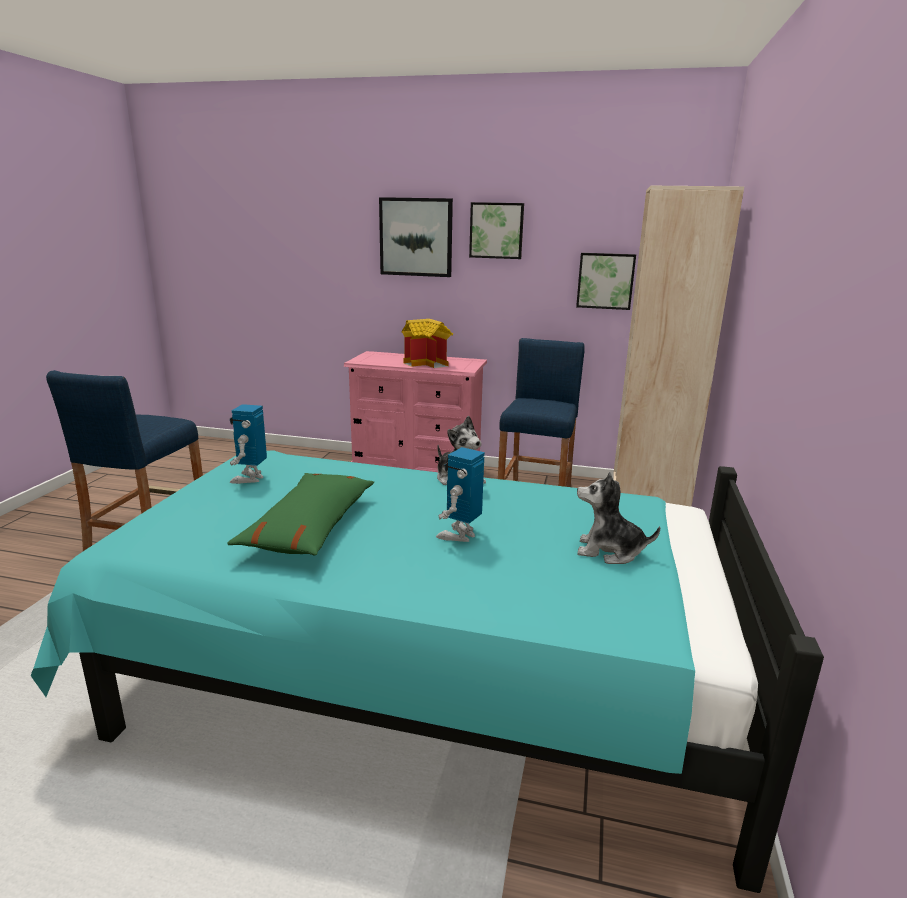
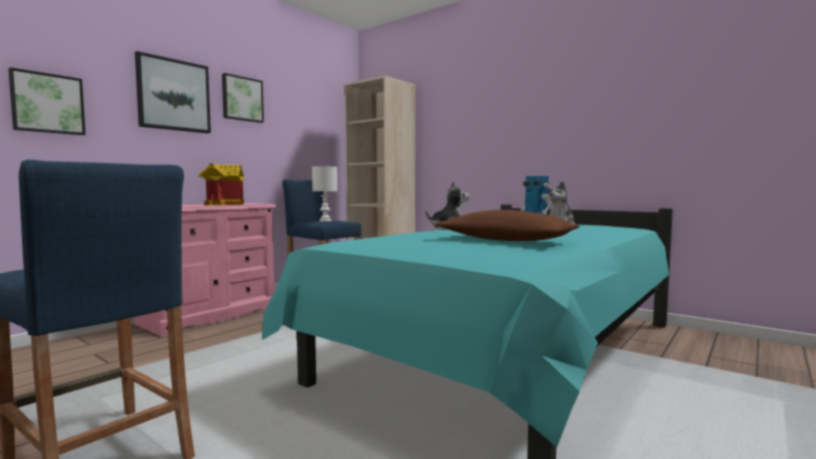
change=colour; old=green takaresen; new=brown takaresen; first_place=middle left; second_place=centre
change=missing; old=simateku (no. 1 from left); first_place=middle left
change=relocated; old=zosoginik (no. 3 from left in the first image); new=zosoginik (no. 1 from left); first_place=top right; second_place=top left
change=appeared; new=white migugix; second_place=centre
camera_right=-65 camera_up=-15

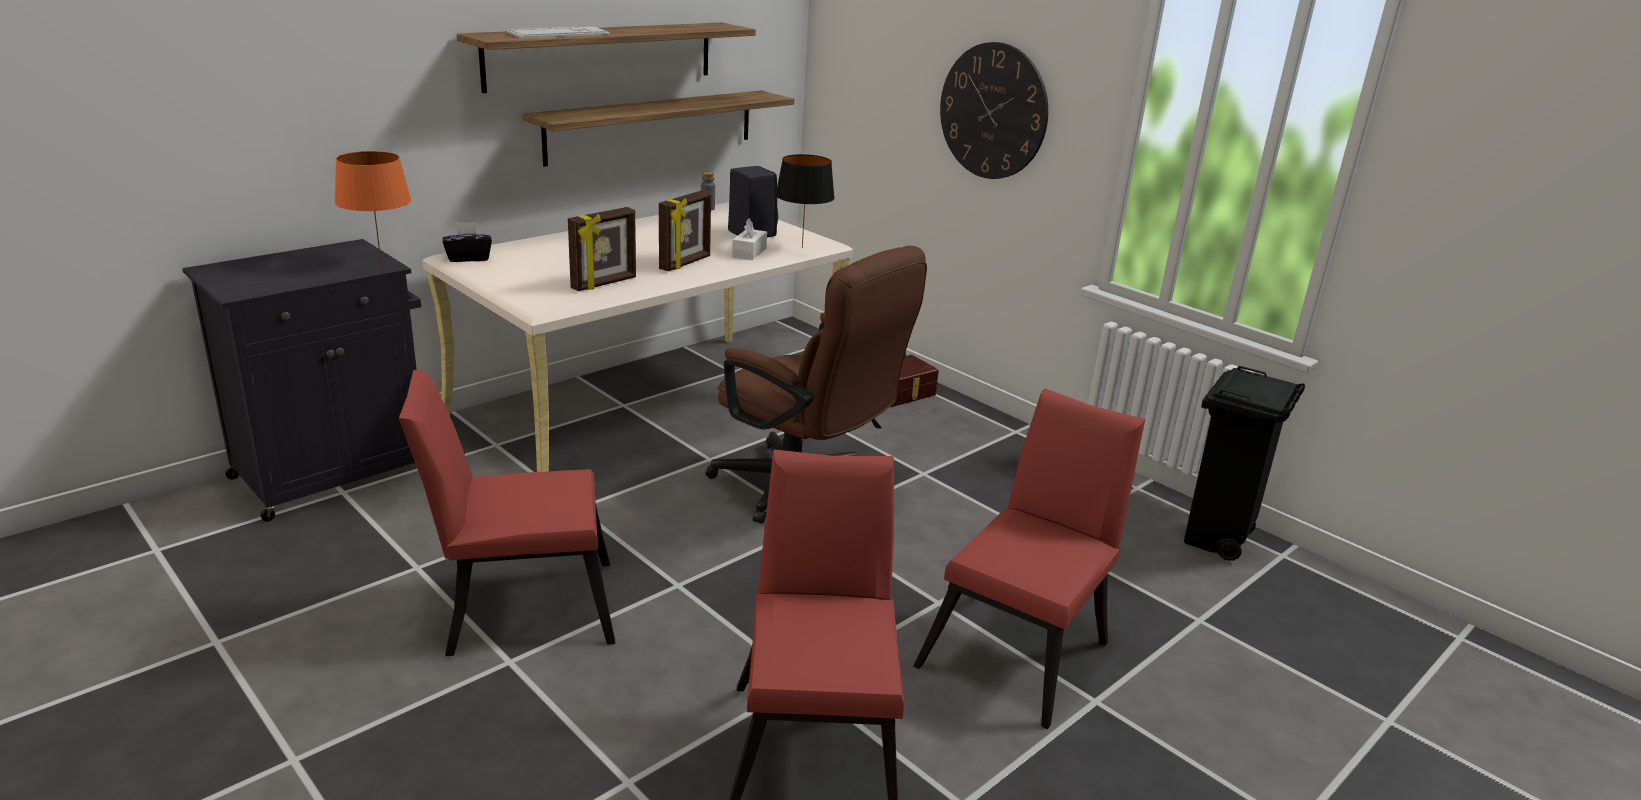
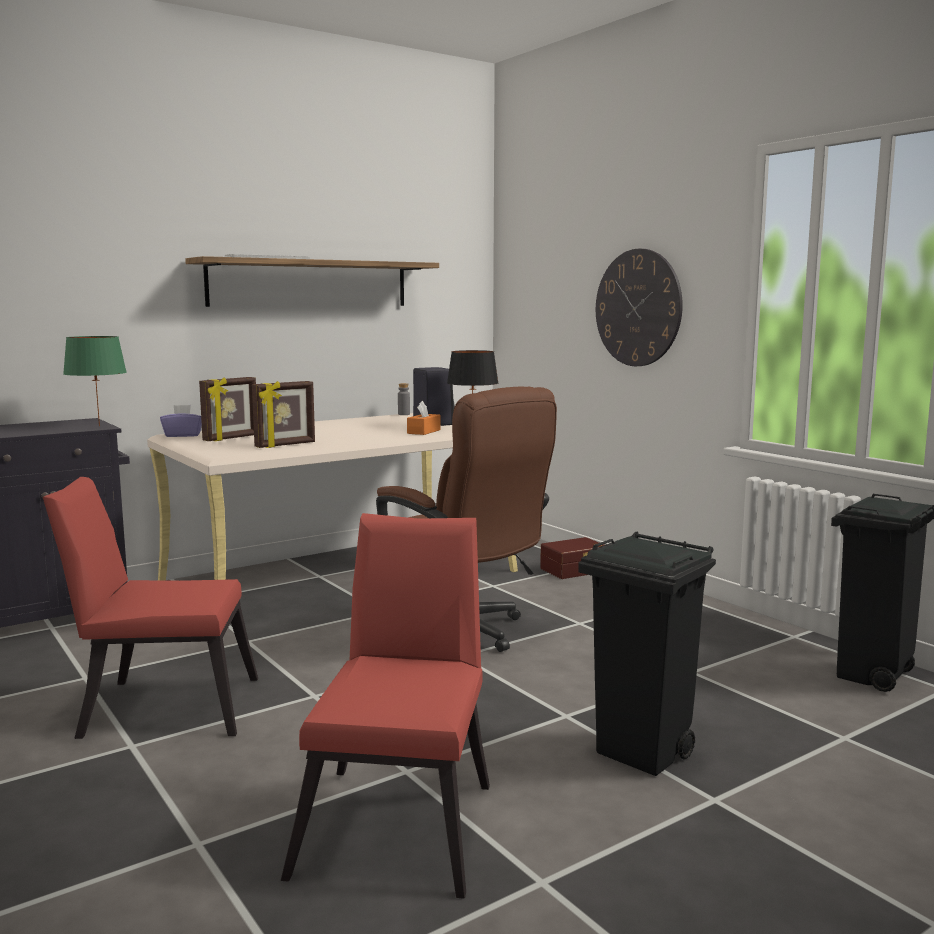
change=colour; old=orange migugix; new=green migugix; first_place=top left; second_place=middle left
change=colour; old=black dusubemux; new=purple dusubemux; first_place=top left; second_place=middle left
change=missing; old=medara (no. 2 from left); first_place=top centre
change=relocated; old=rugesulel (no. 2 from left in the first image); new=rugesulel (no. 1 from left); first_place=top centre; second_place=middle left
change=colour; old=white dusubemux; new=orange dusubemux; first_place=top centre; second_place=centre
change=exchanged; old=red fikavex (no. 3 from left); new=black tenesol (no. 1 from left); first_place=bottom centre; second_place=bottom right
camera_right=10 camera_up=-15

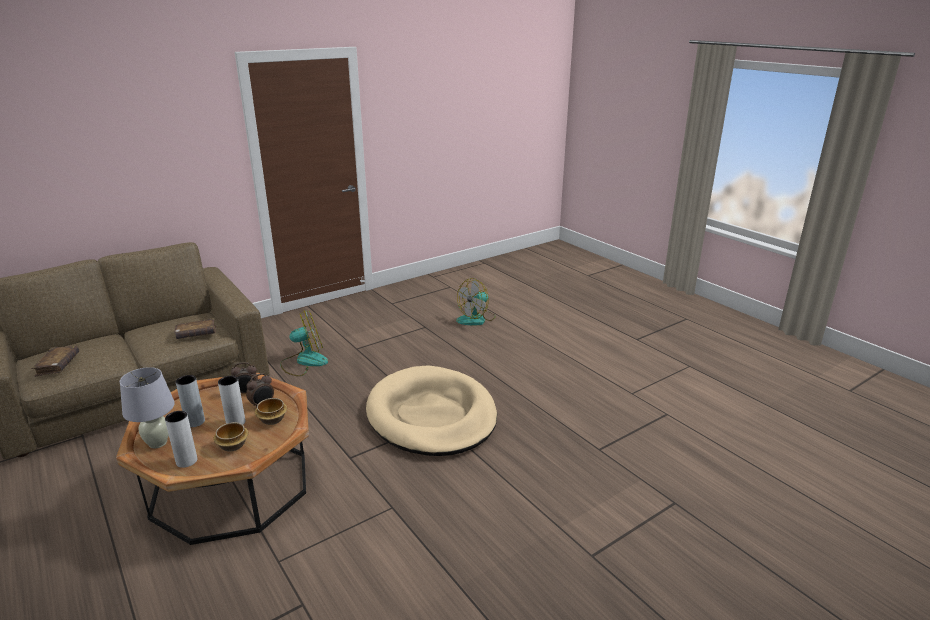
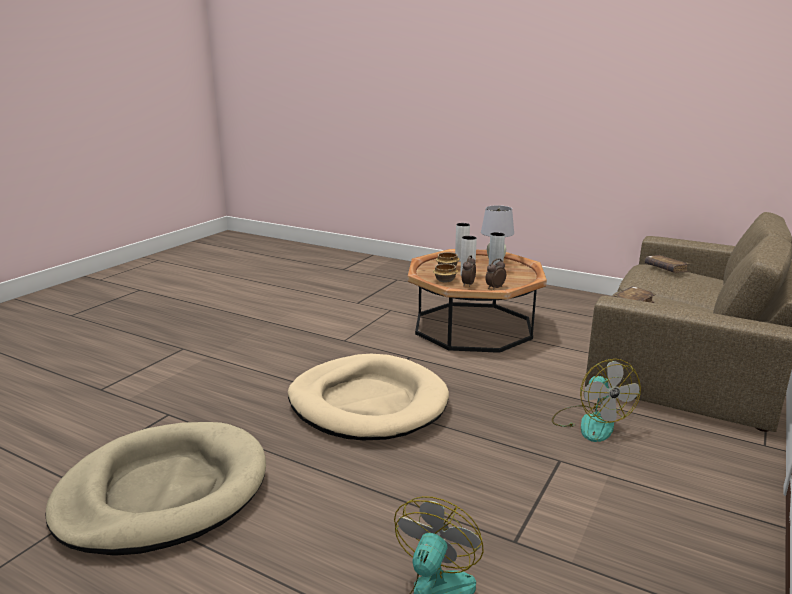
change=spun; old=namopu (no. 1 from left in the first image); first_place=middle left; second_place=bottom right; degrees=-60
change=appeared; new=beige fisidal (no. 1 from left); second_place=bottom left
camera_right=155 camera_up=-5

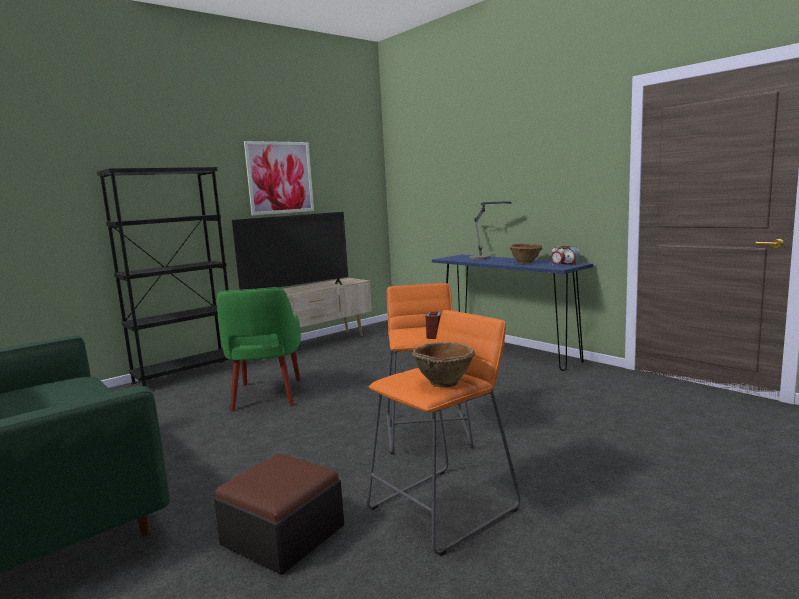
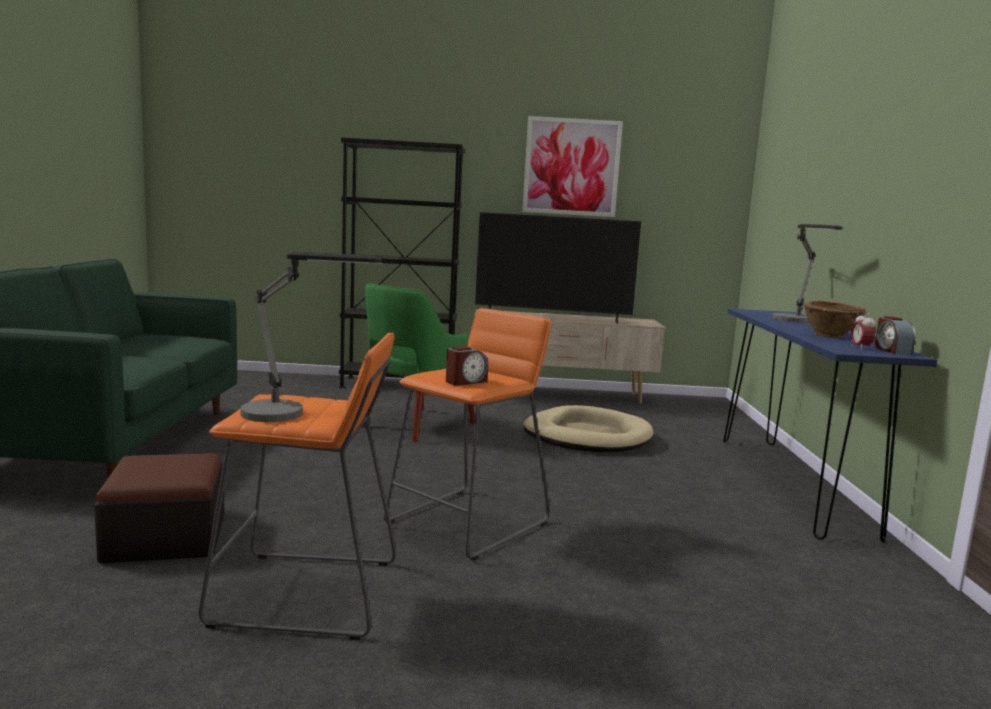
change=exchanged; old=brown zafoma (no. 1 from left); new=migugix (no. 1 from left); first_place=centre; second_place=middle left
change=appeared; new=beige fisidal; second_place=centre
camera_right=40 camera_up=0

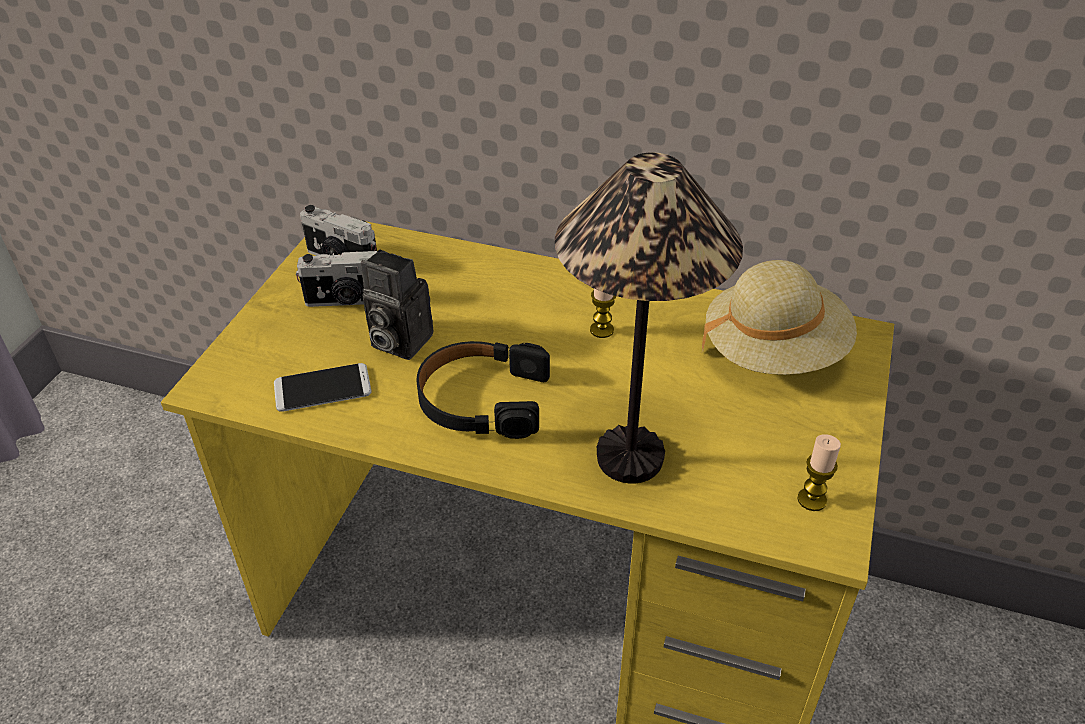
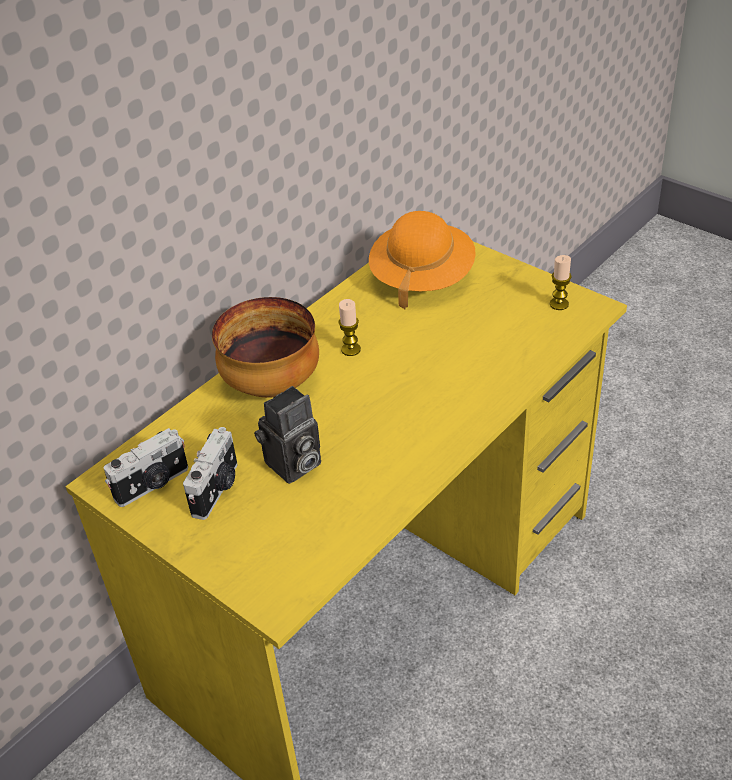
change=missing; old=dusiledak; first_place=middle left
change=missing; old=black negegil; first_place=centre
change=missing; old=migugix; first_place=centre
change=colour; old=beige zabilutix; new=orange zabilutix; first_place=middle right; second_place=centre
change=appeared; new=zafoma; second_place=centre
camera_right=-65 camera_up=0

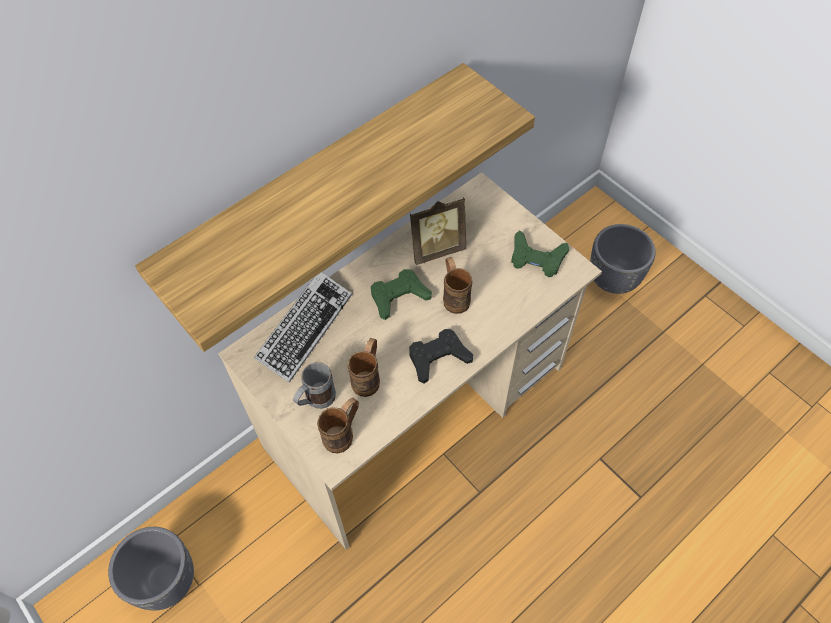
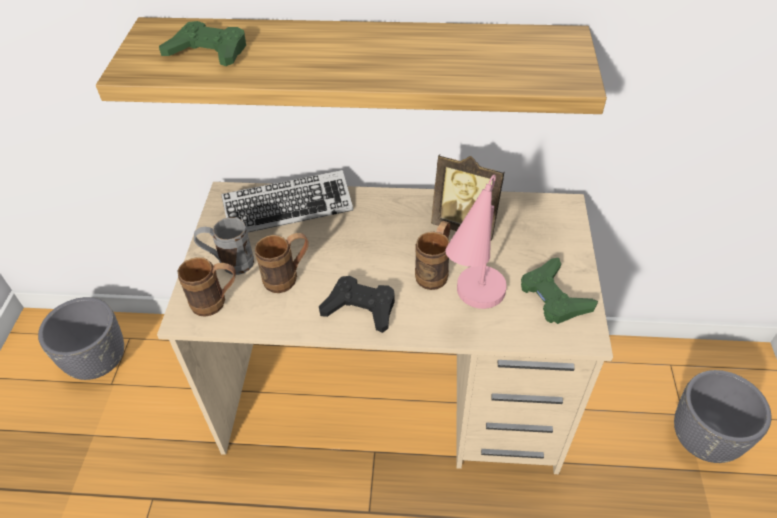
change=relocated; old=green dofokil (no. 1 from left); first_place=centre; second_place=top left
change=appeared; new=pink migugix; second_place=centre
camera_right=45 camera_up=-10

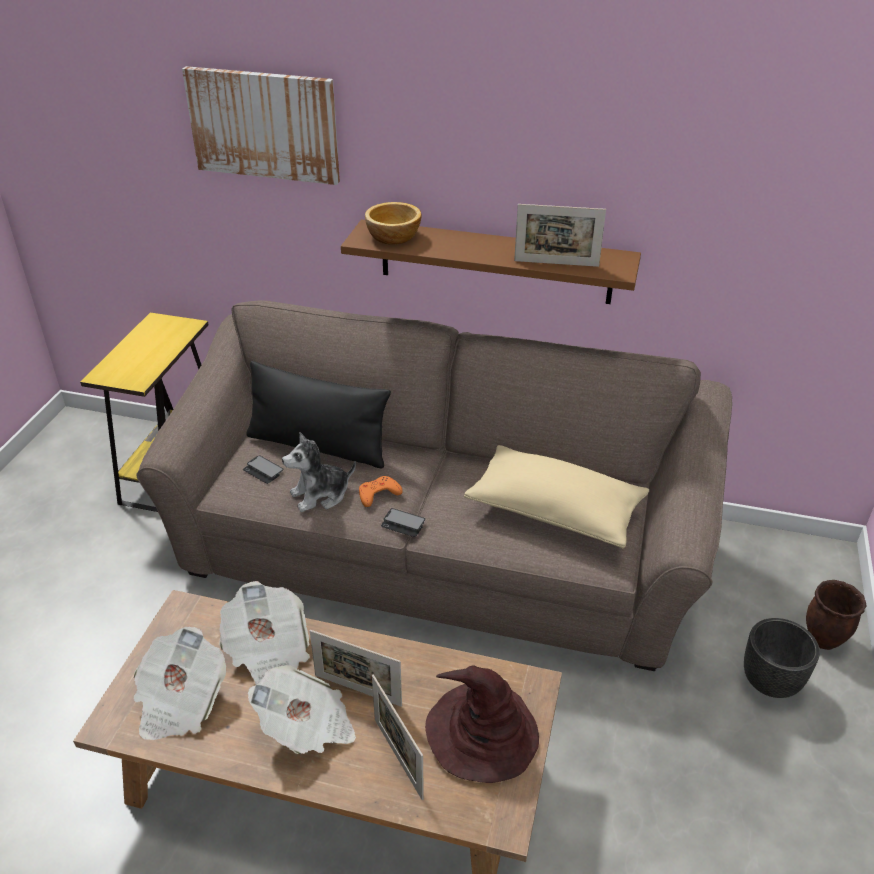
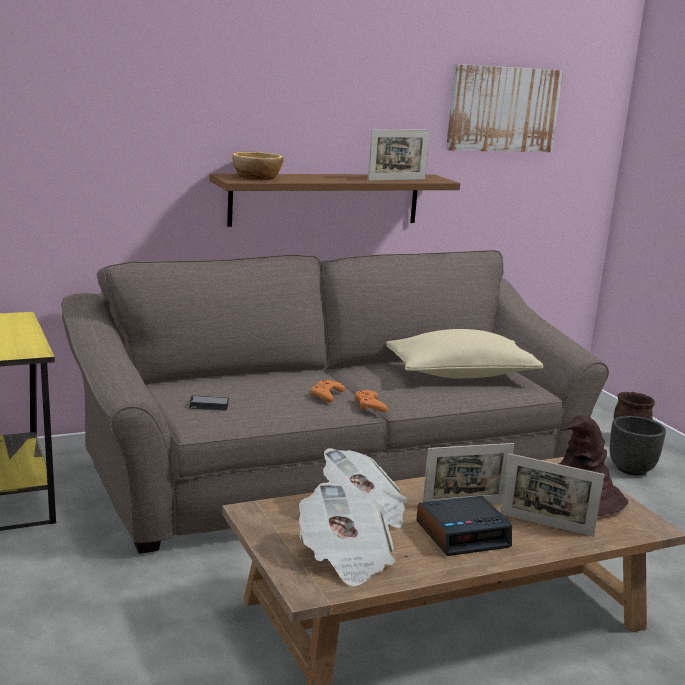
change=relocated; old=zosoginik; first_place=top left; second_place=top right
change=missing; old=black takaresen; first_place=centre
change=exchanged; old=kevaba (no. 3 from left); new=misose; first_place=bottom centre; second_place=bottom right
change=missing; old=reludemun; first_place=centre
change=exchanged; old=dusiledak (no. 2 from left); new=orange dofokil (no. 2 from left); first_place=centre; second_place=centre
camera_right=-40 camera_up=-20

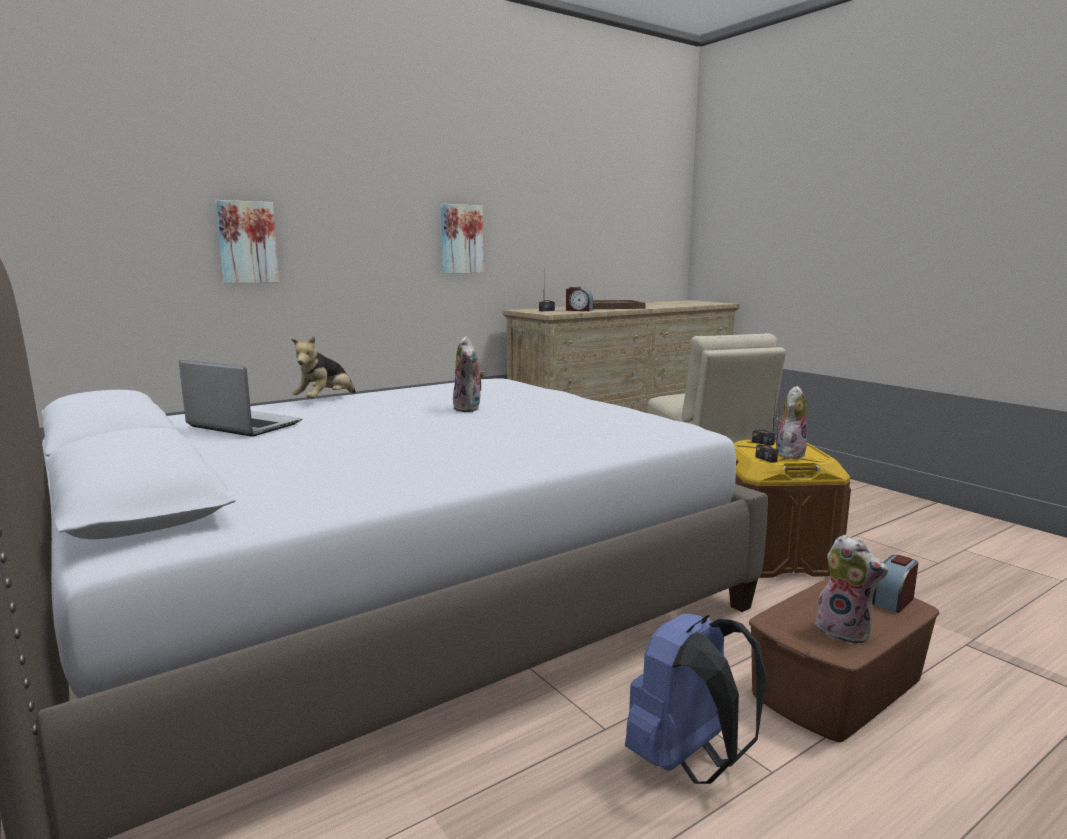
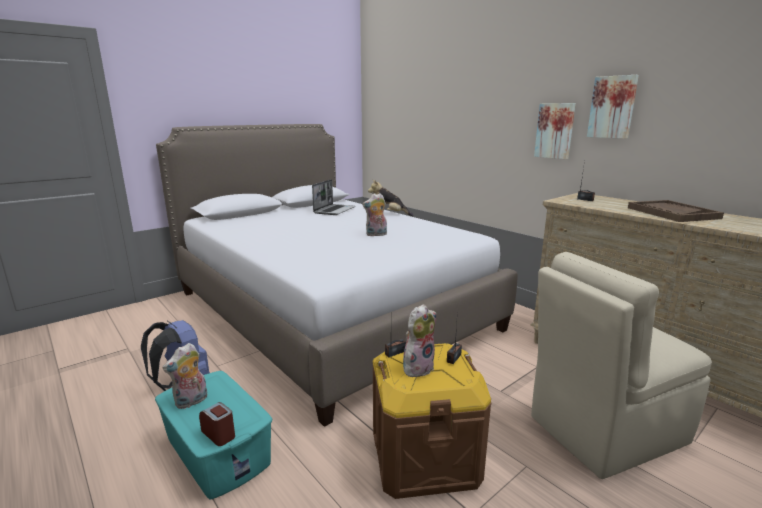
change=relocated; old=zosoginik (no. 1 from left in the first image); new=zosoginik (no. 2 from left); first_place=top left; second_place=top right
change=missing; old=misose (no. 1 from left); first_place=centre
change=colour; old=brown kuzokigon (no. 2 from left); new=turquoise kuzokigon; first_place=bottom right; second_place=bottom left
change=spun; old=reludemun (no. 3 from left in the first image); first_place=middle right; second_place=bottom centre; degrees=-75
camera_right=85 camera_up=5

